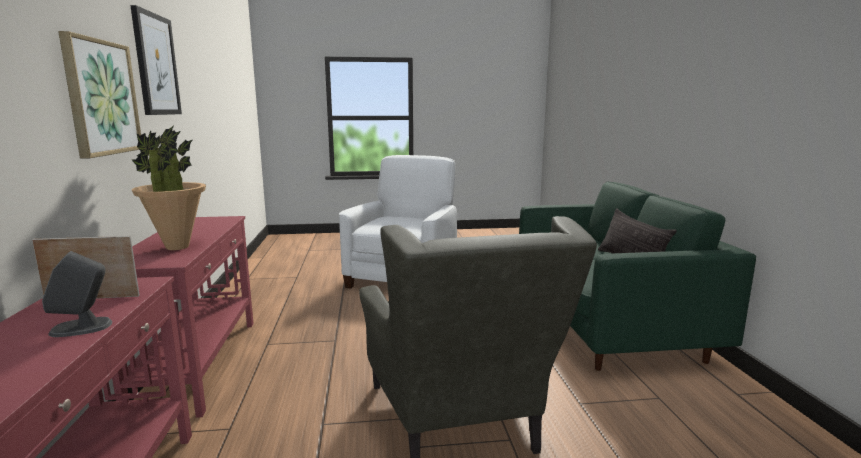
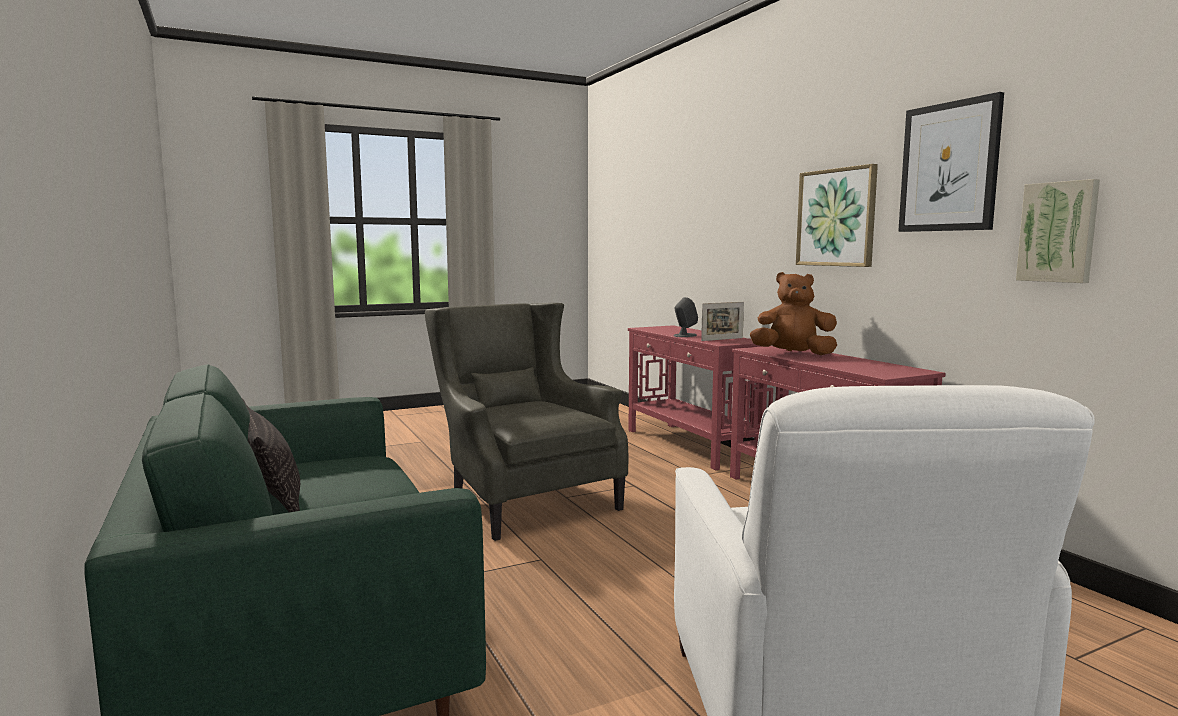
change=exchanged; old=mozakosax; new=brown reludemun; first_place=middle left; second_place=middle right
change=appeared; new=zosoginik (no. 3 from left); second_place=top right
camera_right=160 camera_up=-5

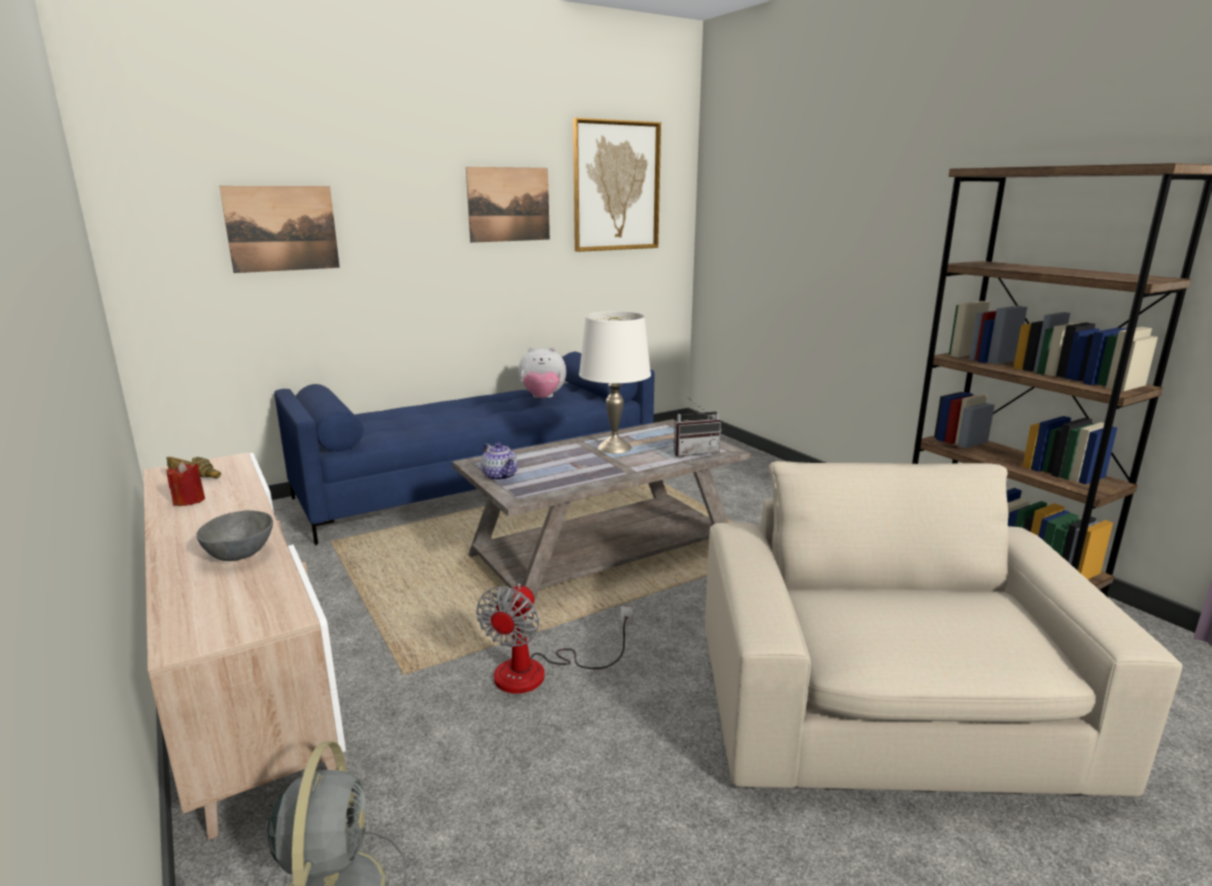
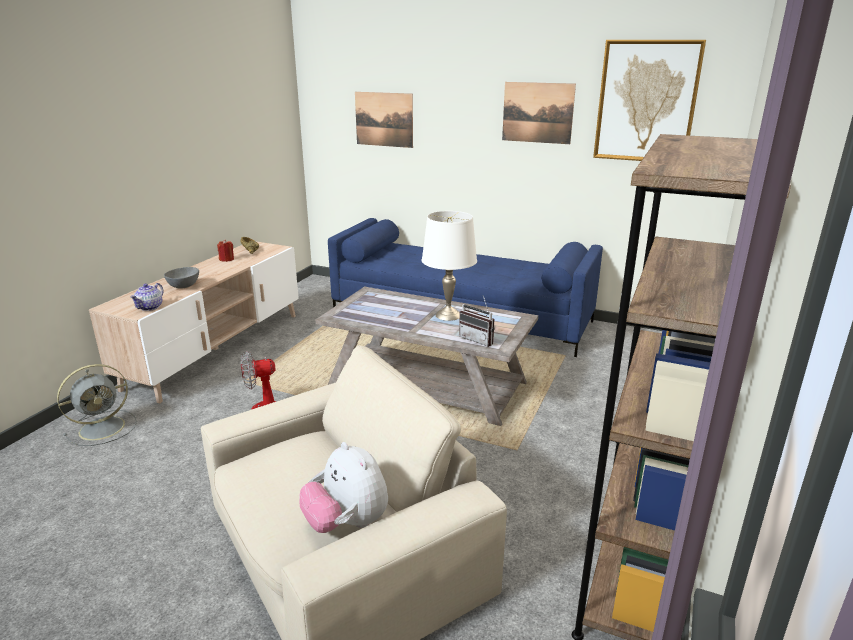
change=relocated; old=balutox; first_place=centre; second_place=middle left
change=relocated; old=reludemun; first_place=centre; second_place=bottom centre
camera_right=55 camera_up=5

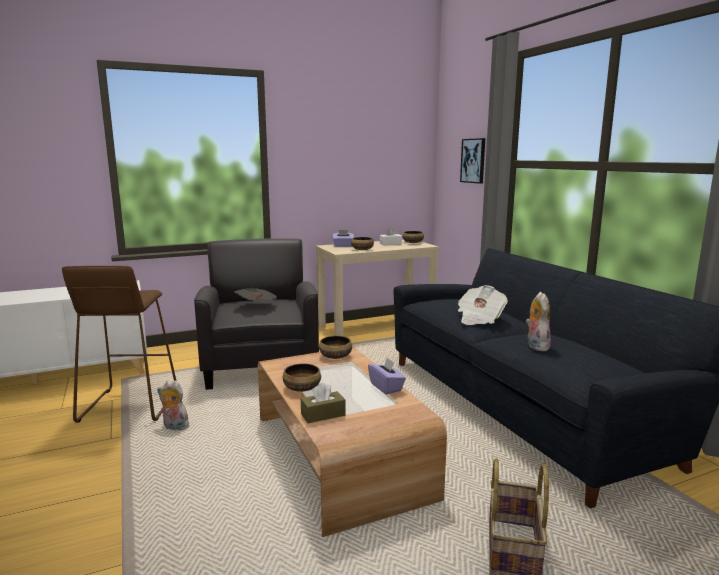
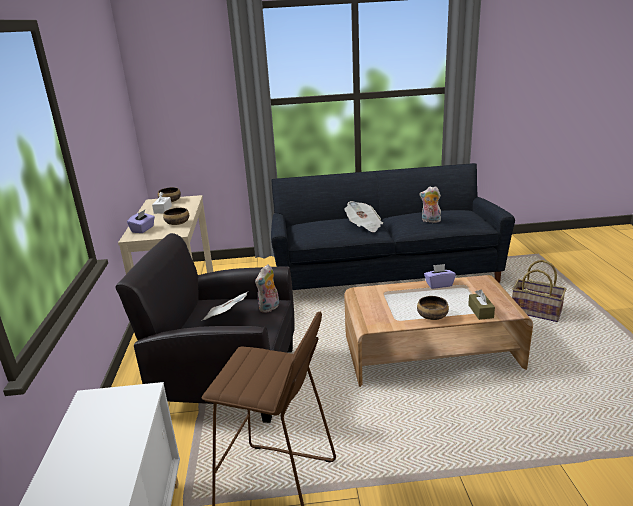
change=relocated; old=reludemun (no. 1 from left); first_place=bottom left; second_place=centre
change=missing; old=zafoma (no. 2 from left); first_place=centre
change=missing; old=zosoginik; first_place=top centre
camera_right=-70 camera_up=10

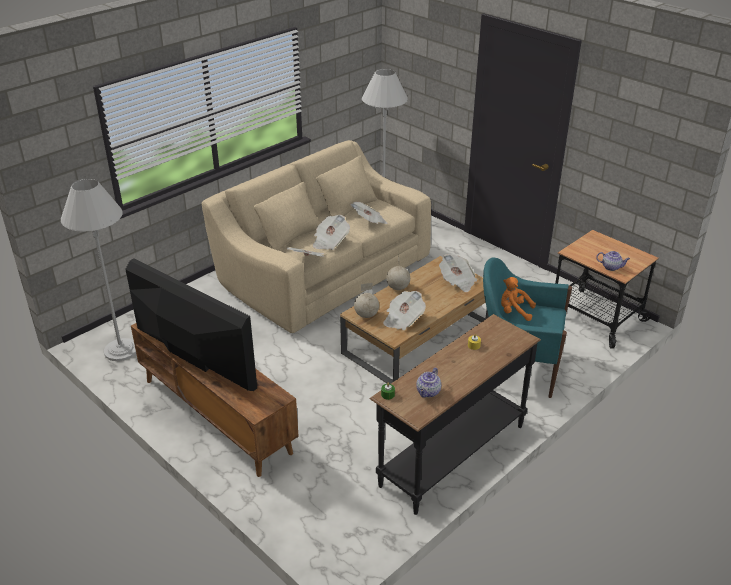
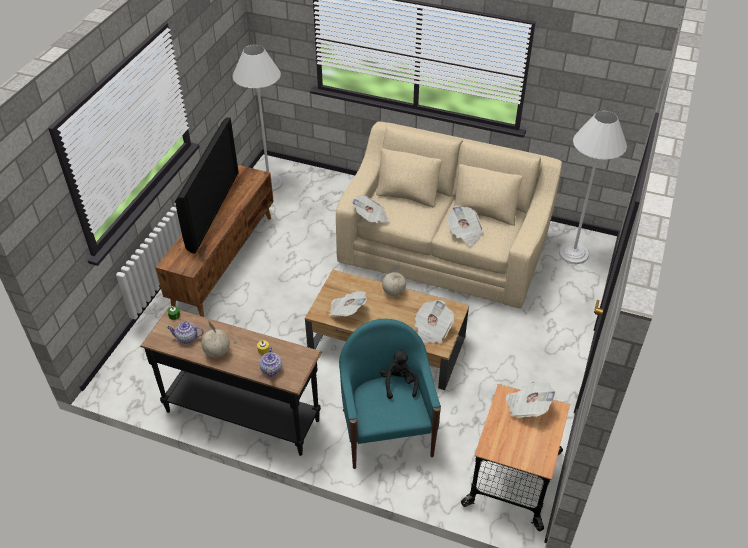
change=relocated; old=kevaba (no. 2 from left in the first image); new=kevaba (no. 5 from left); first_place=centre; second_place=bottom right
change=relocated; old=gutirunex (no. 1 from left); first_place=centre; second_place=middle left
change=colour; old=orange reludemun; new=black reludemun; first_place=middle right; second_place=bottom centre
change=relocated; old=balutox (no. 2 from left); first_place=middle right; second_place=centre
camera_right=65 camera_up=10

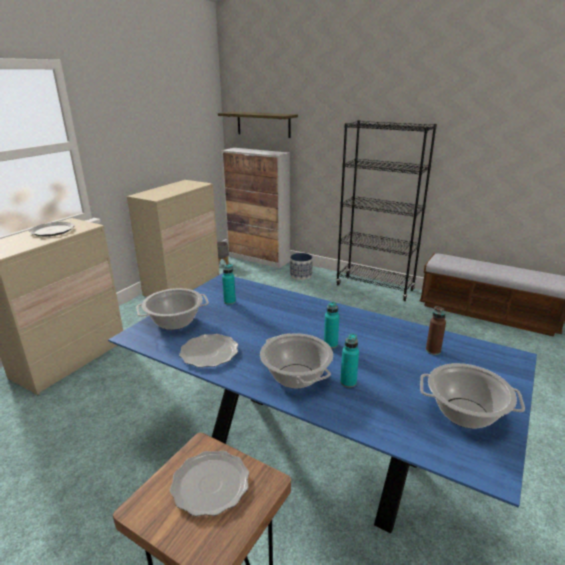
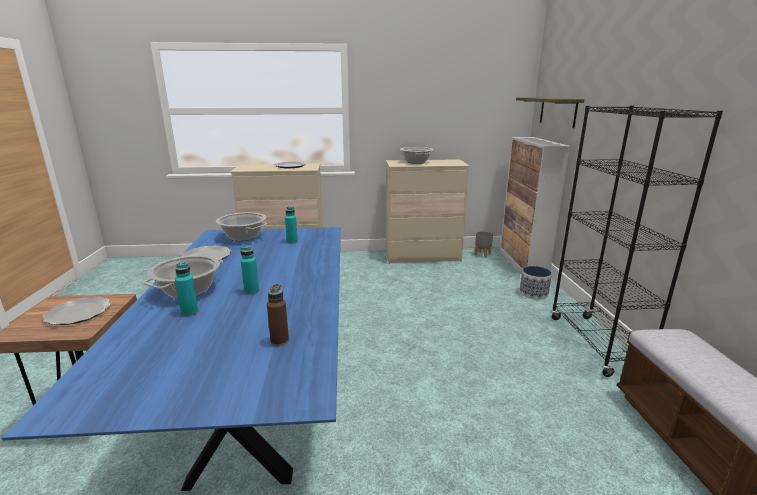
change=relocated; old=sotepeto (no. 3 from left); first_place=bottom right; second_place=top centre
camera_right=55 camera_up=-5

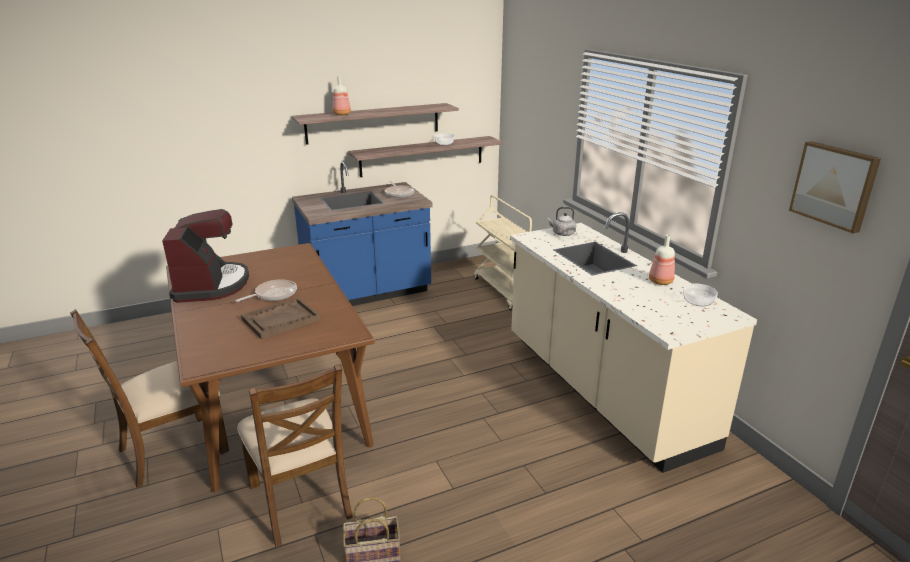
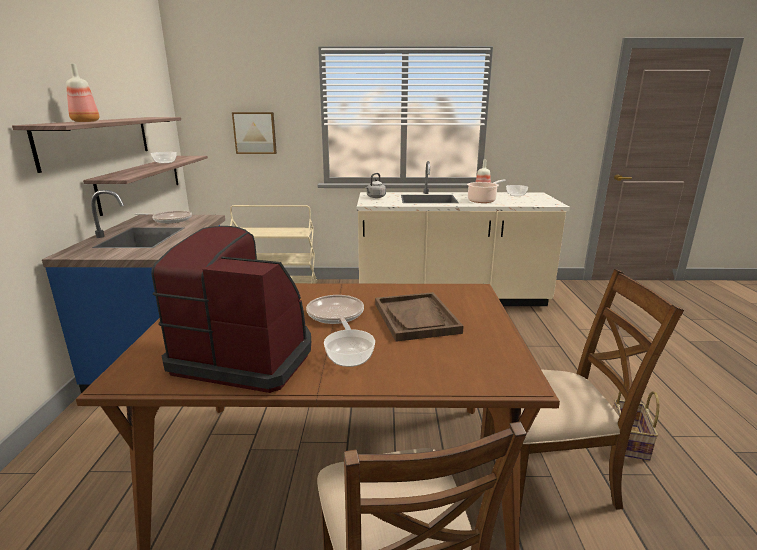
change=relocated; old=zosoginik; first_place=top right; second_place=top centre
change=appeared; new=zafoma (no. 2 from left); second_place=centre
change=appeared; new=sotepeto; second_place=centre
camera_right=-65 camera_up=-5

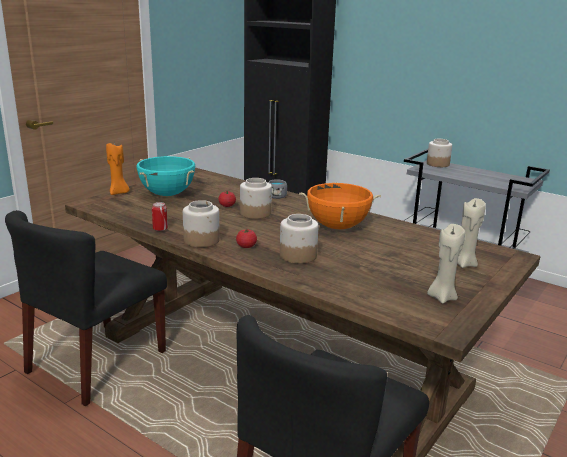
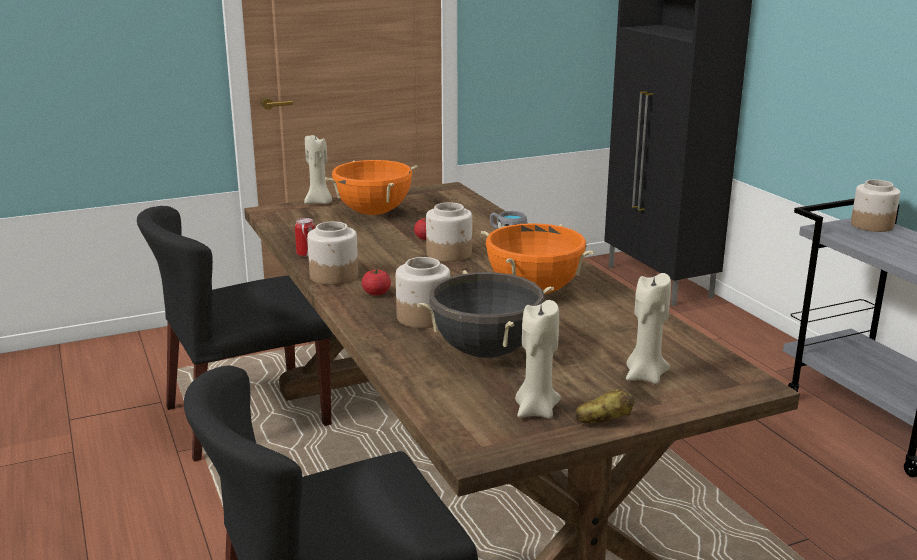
change=colour; old=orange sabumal; new=beige sabumal (no. 1 from left); first_place=middle left; second_place=top centre
change=colour; old=turquoise sotepeto; new=orange sotepeto (no. 1 from left); first_place=middle left; second_place=centre
change=appeared; new=black sotepeto; second_place=centre
change=appeared; new=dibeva; second_place=bottom centre
camera_right=30 camera_up=0

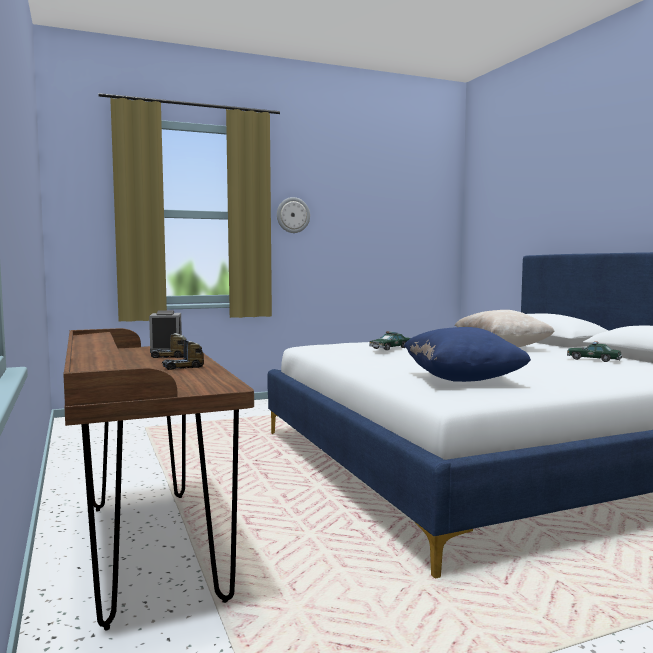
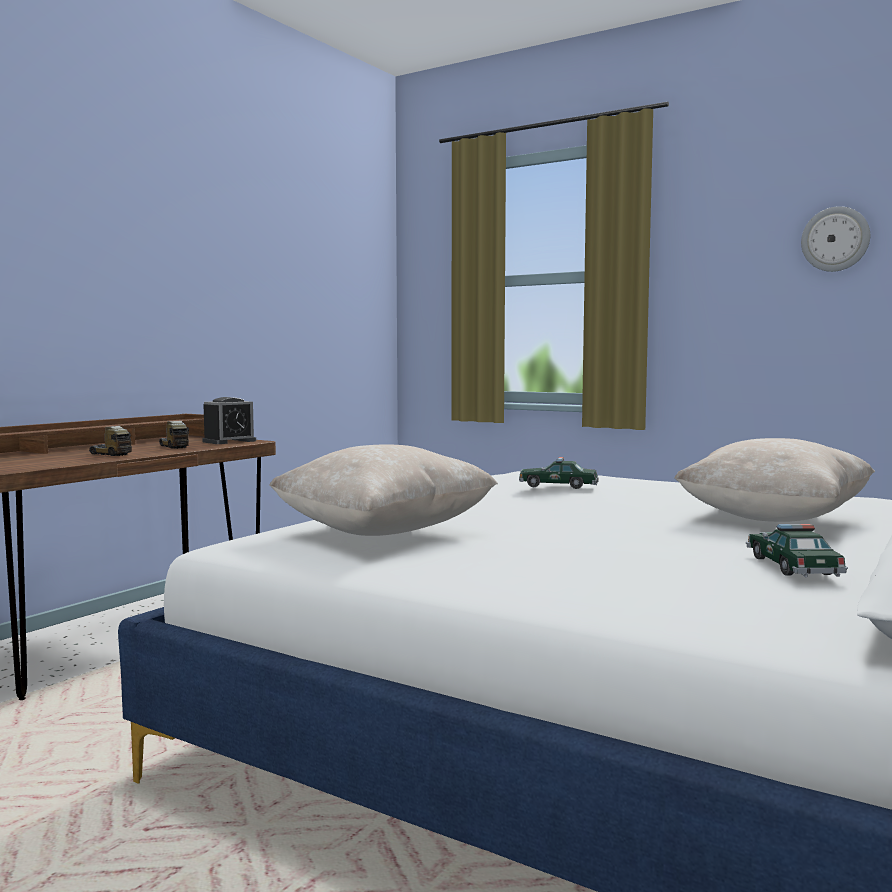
change=relocated; old=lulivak; first_place=top centre; second_place=top right
change=colour; old=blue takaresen; new=beige takaresen (no. 1 from left); first_place=middle right; second_place=centre
camera_right=55 camera_up=0

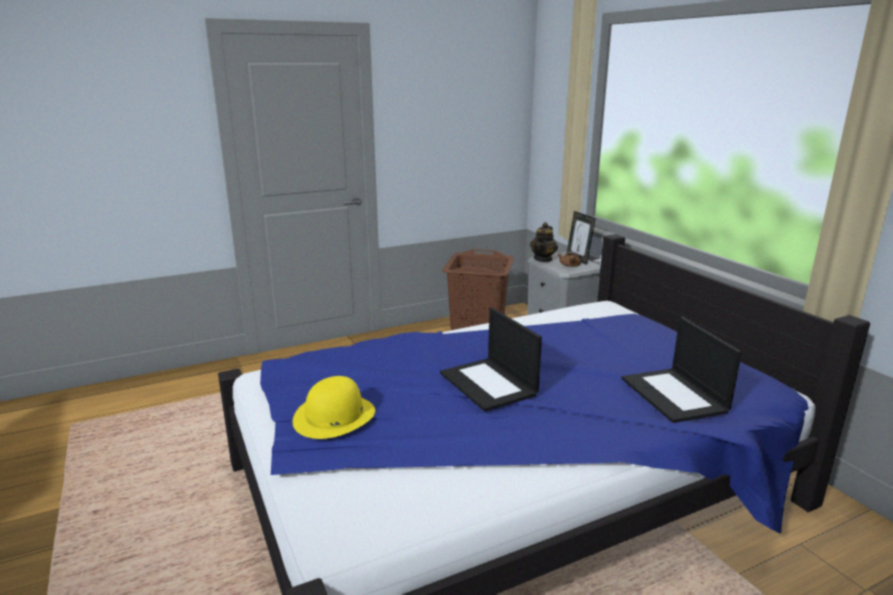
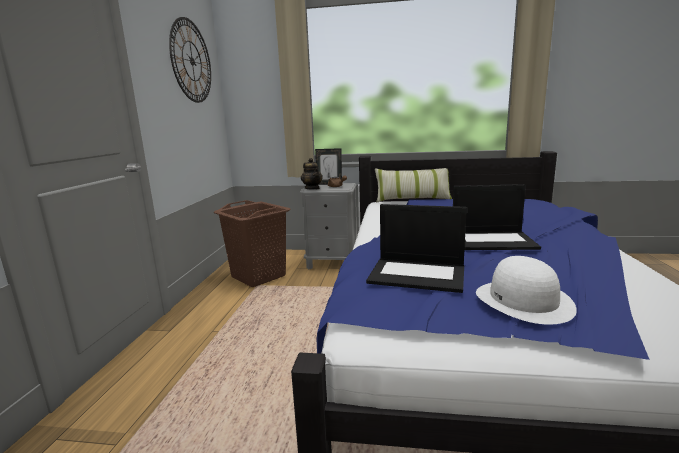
change=colour; old=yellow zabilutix; new=white zabilutix; first_place=bottom centre; second_place=middle right
change=relocated; old=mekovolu (no. 2 from left in the first image); new=mekovolu (no. 1 from left); first_place=middle right; second_place=centre
change=appeared; new=lulivak; second_place=top left
change=appeared; new=takaresen; second_place=centre
camera_right=-55 camera_up=-5

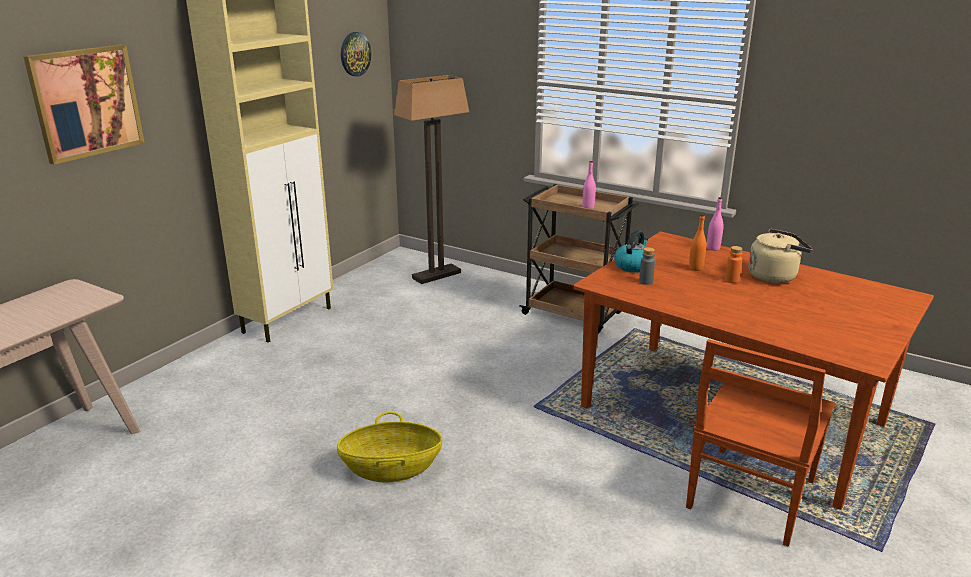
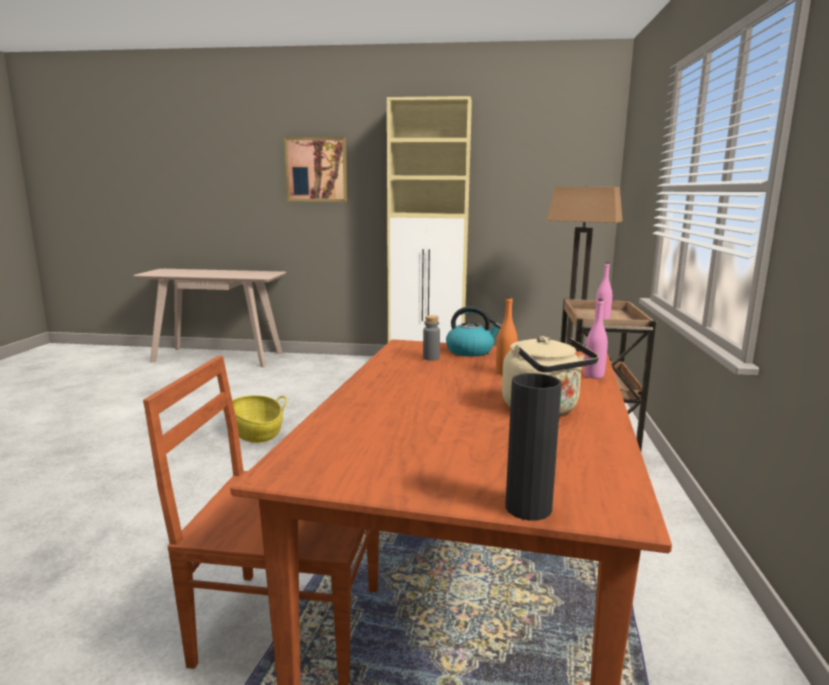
change=missing; old=lulivak; first_place=top centre
change=missing; old=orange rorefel (no. 2 from left); first_place=middle right
change=appeared; new=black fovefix; second_place=centre
camera_right=65 camera_up=-10

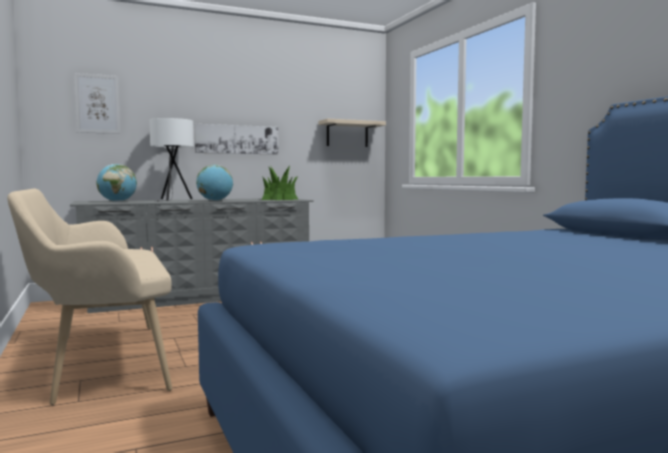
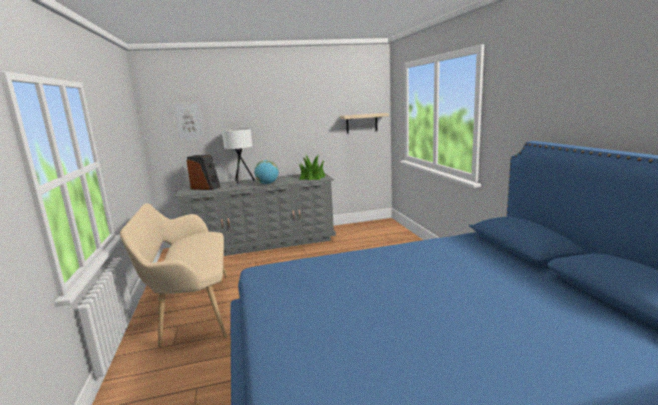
change=exchanged; old=gutirunex (no. 1 from left); new=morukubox; first_place=middle left; second_place=middle left
change=missing; old=zosoginik (no. 2 from left); first_place=top centre
camera_right=10 camera_up=10

